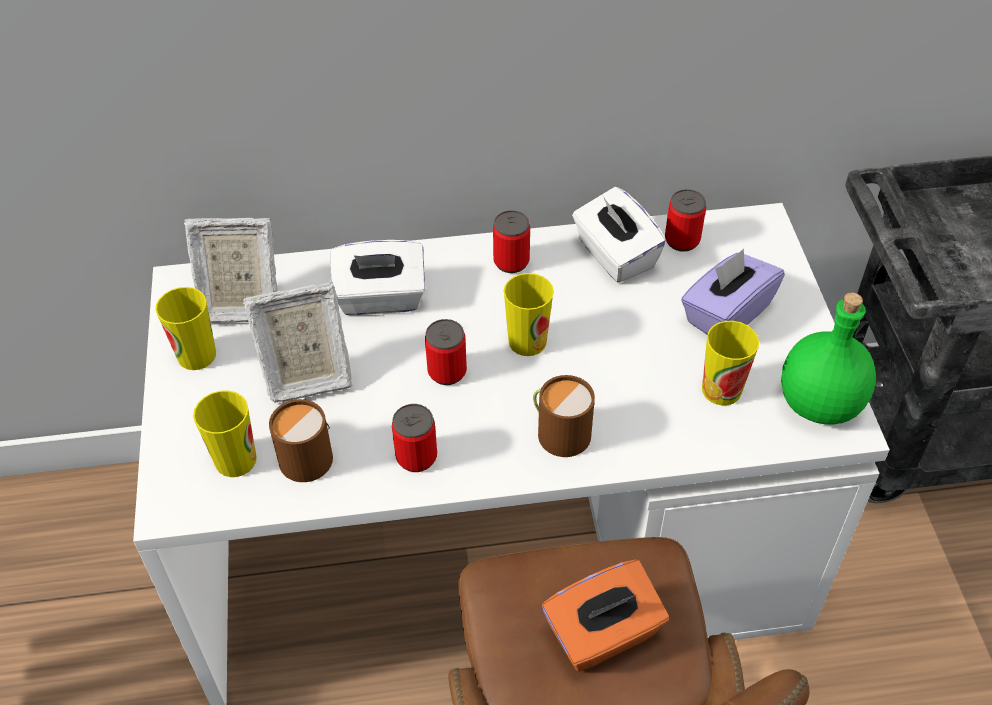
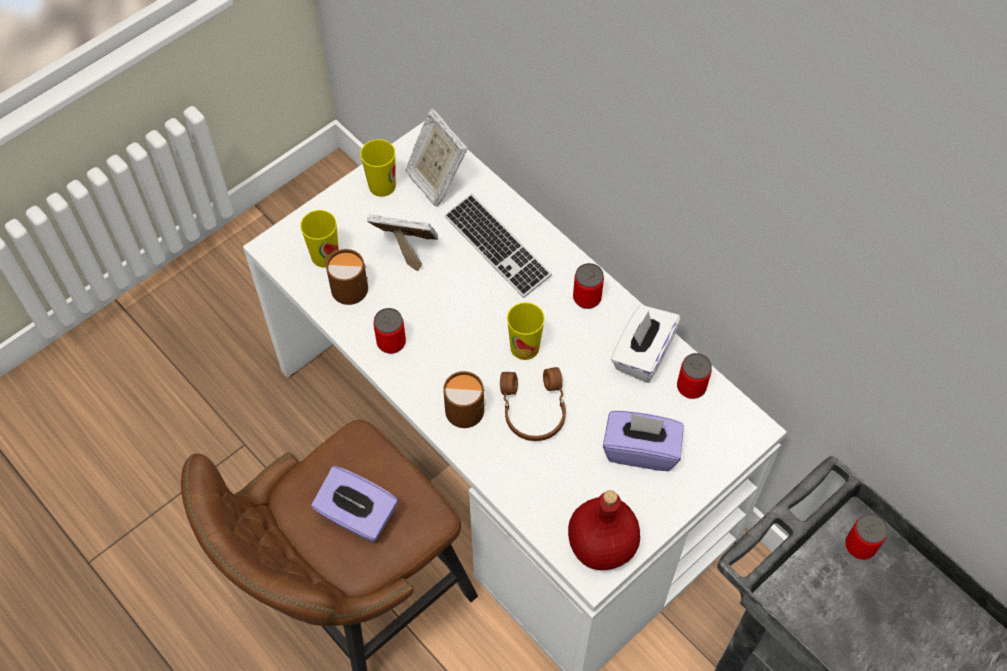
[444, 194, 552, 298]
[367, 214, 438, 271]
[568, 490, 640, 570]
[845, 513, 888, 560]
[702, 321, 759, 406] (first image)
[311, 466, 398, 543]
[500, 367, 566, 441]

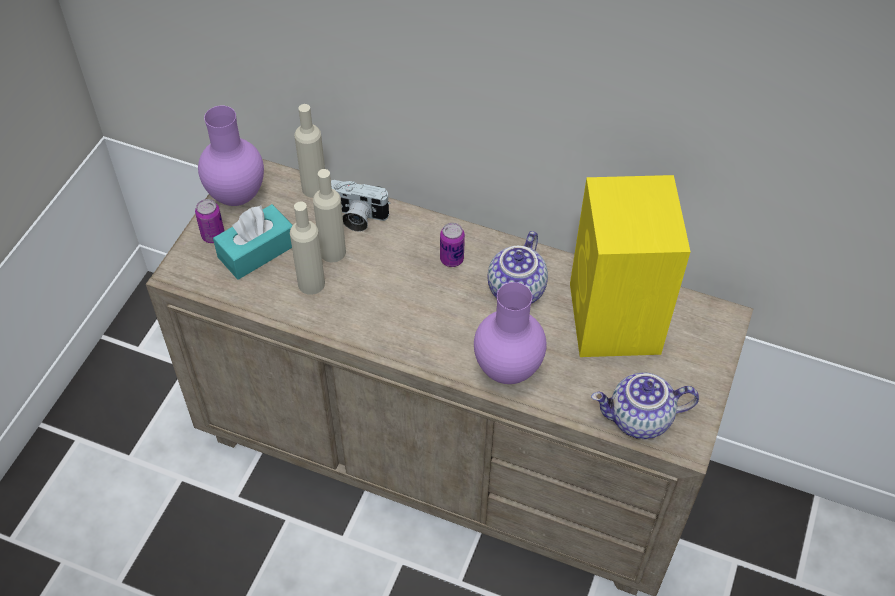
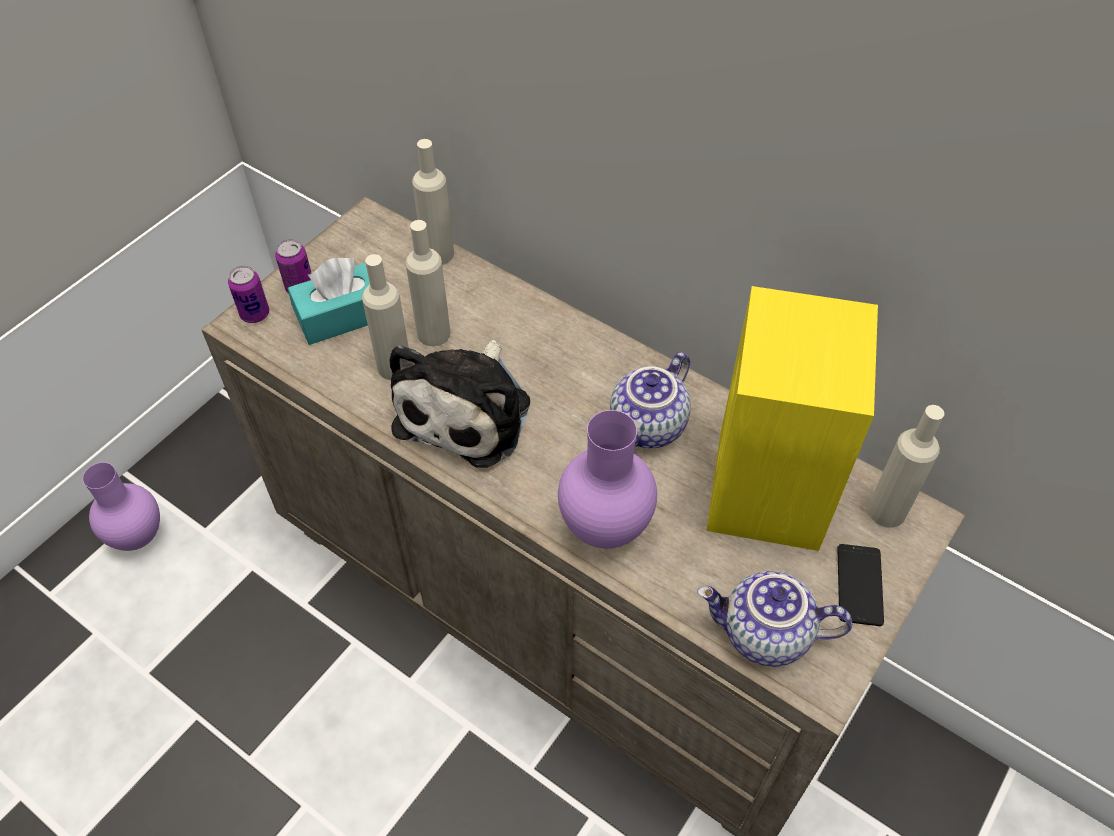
[83, 462, 160, 551]
[331, 180, 390, 232] (first image)
[228, 266, 269, 323]
[389, 340, 530, 468]
[868, 405, 944, 528]
[837, 544, 884, 626]

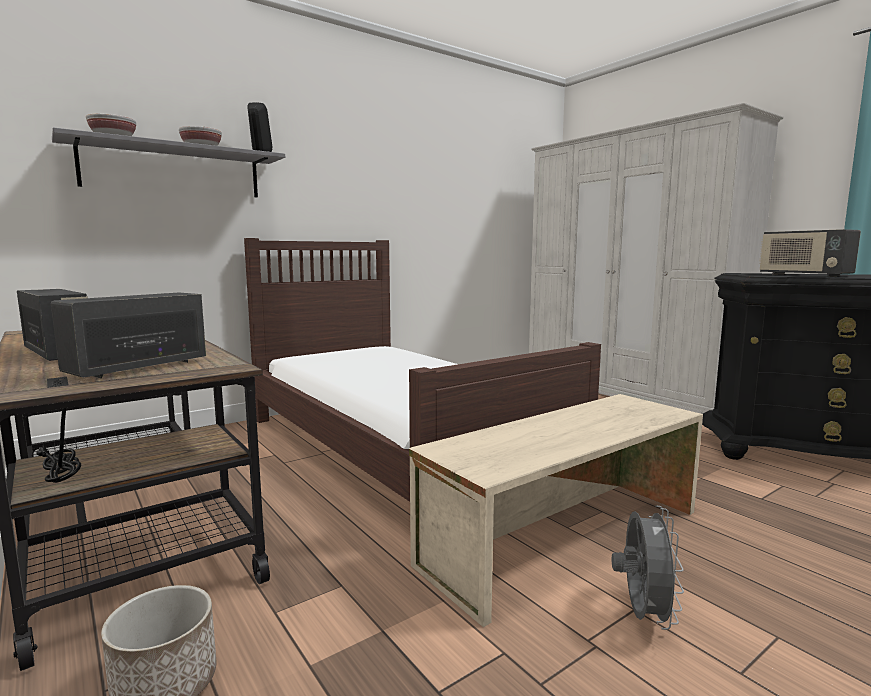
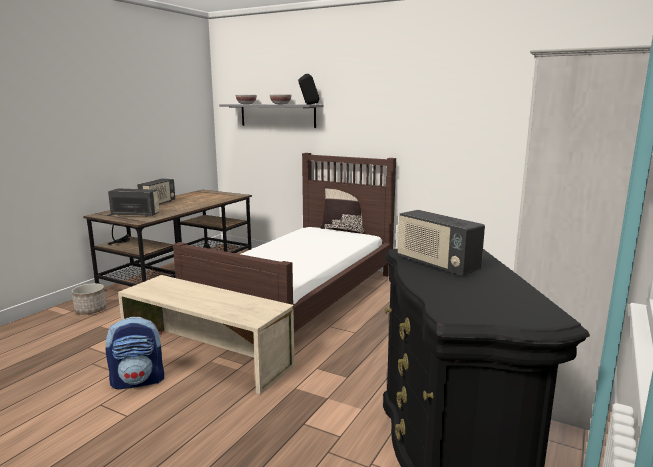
[397, 210, 485, 275]
[106, 317, 164, 389]
[320, 186, 364, 233]

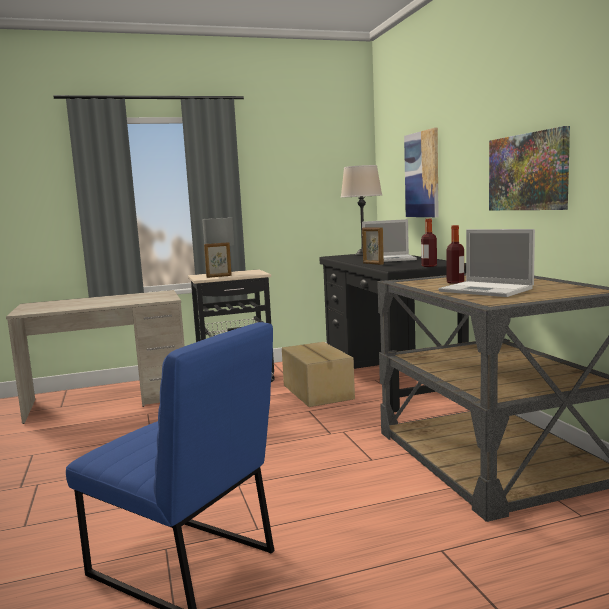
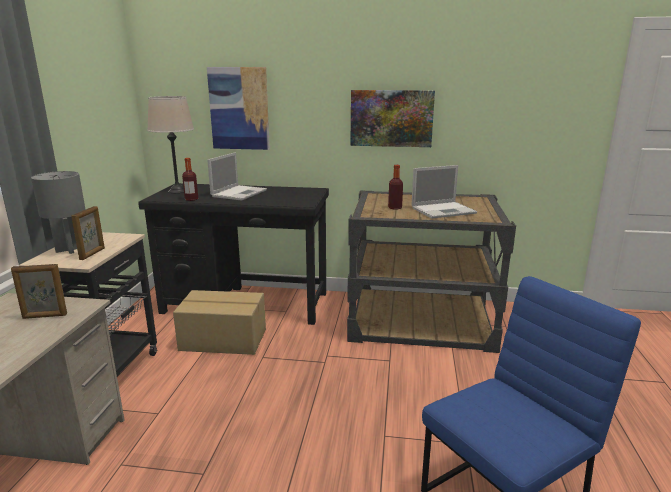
[182, 158, 198, 201]
[11, 264, 67, 319]

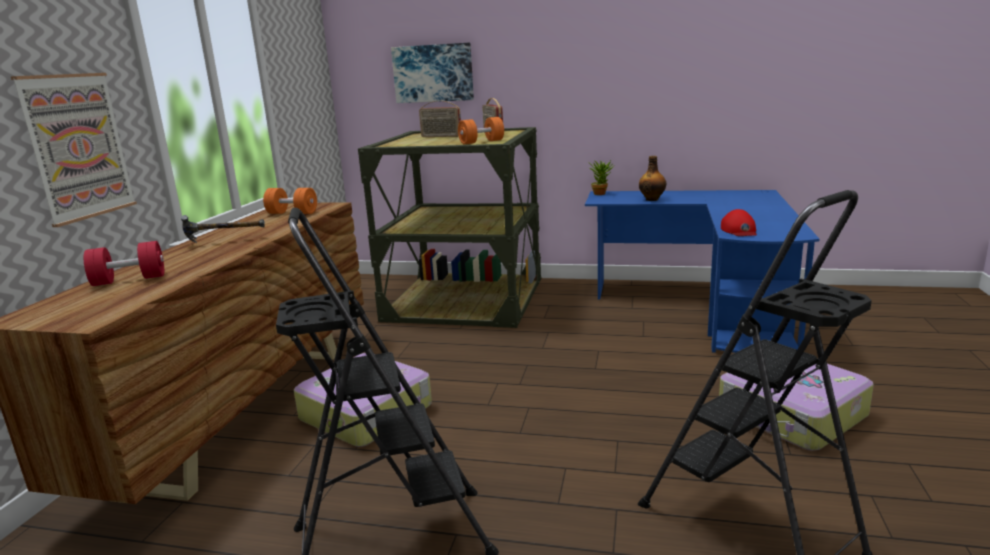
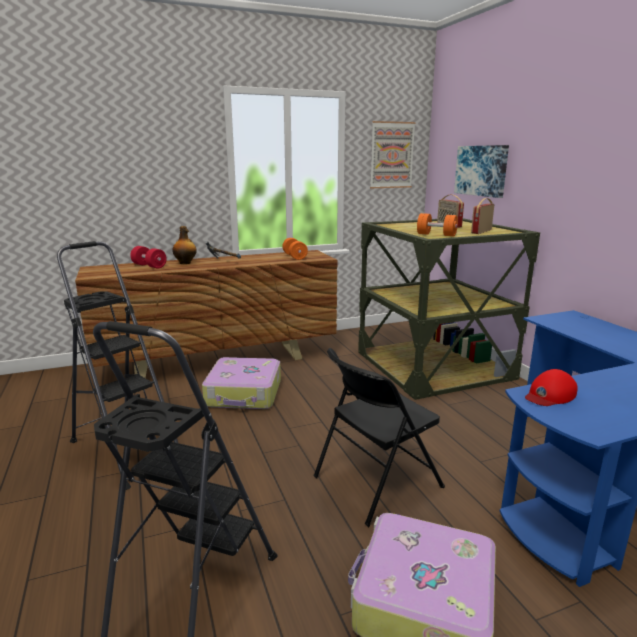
[370, 121, 416, 188]
[172, 226, 197, 264]
[588, 160, 614, 195] (first image)
[313, 348, 445, 527]

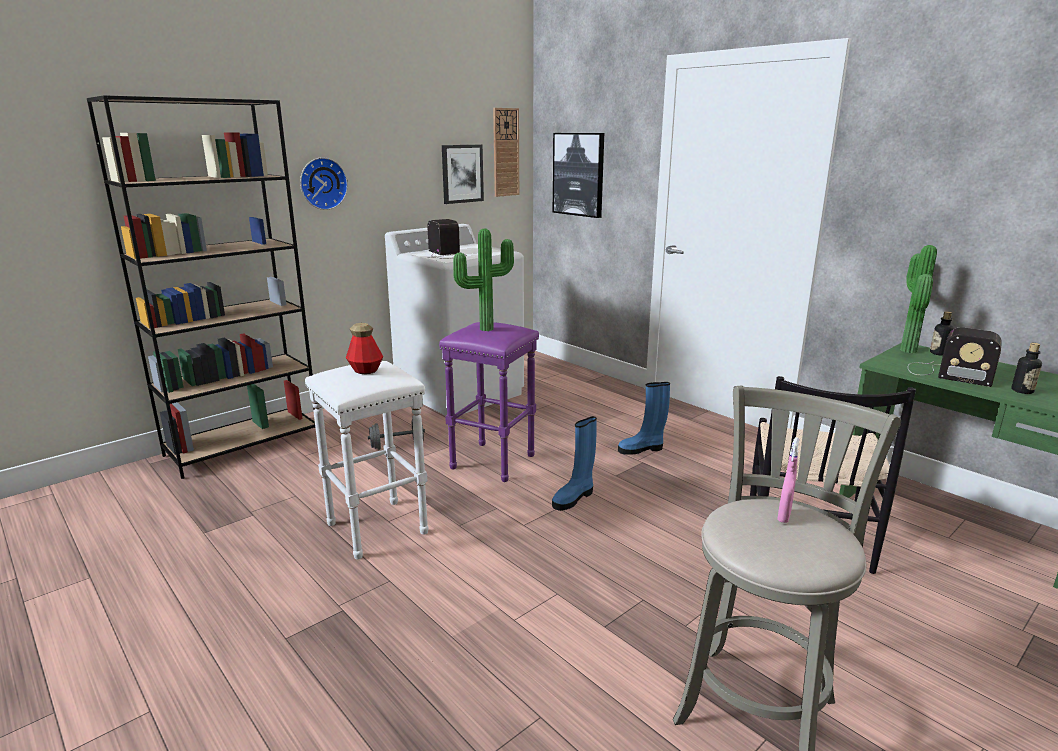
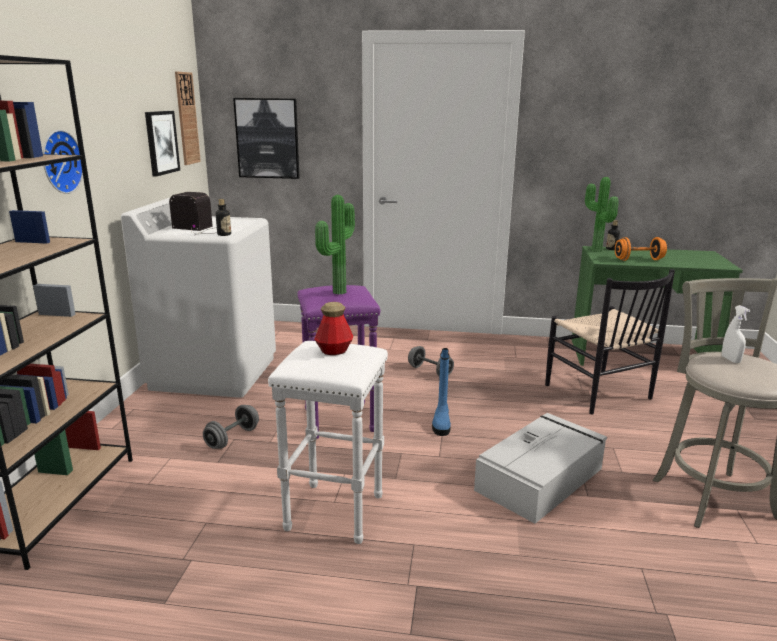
[615, 237, 667, 261]
[216, 199, 231, 236]
[408, 346, 454, 376]
[722, 305, 750, 363]
[474, 413, 607, 524]

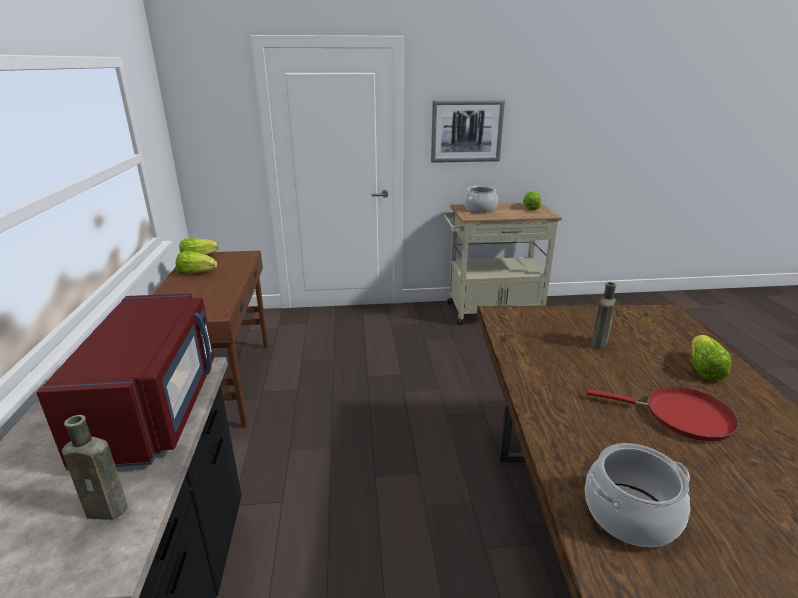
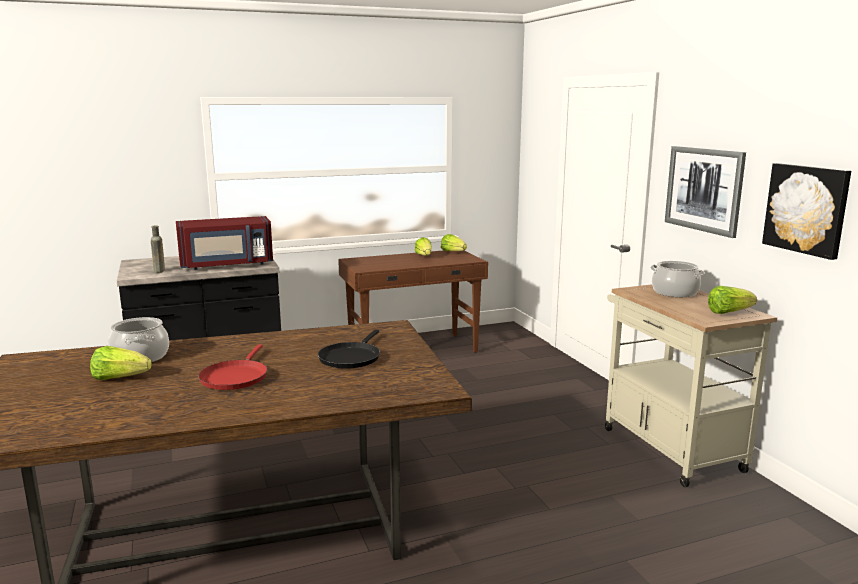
[318, 329, 380, 369]
[90, 346, 152, 380]
[762, 163, 851, 260]

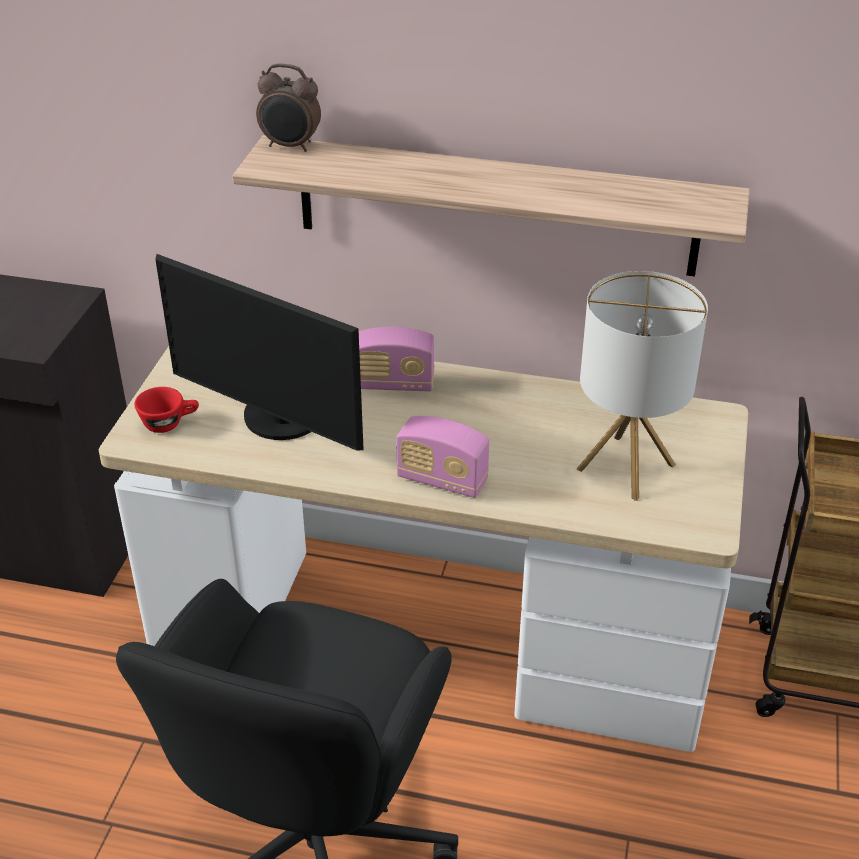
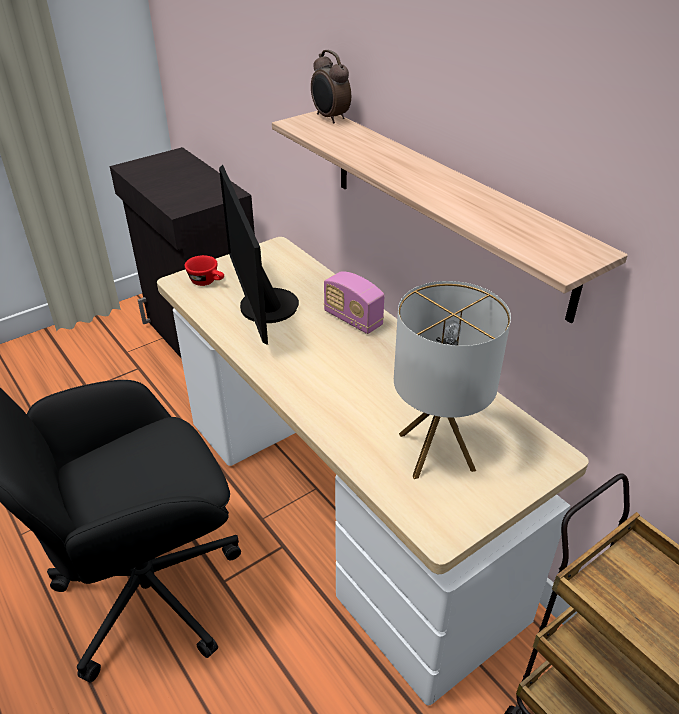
[396, 416, 489, 498] (first image)

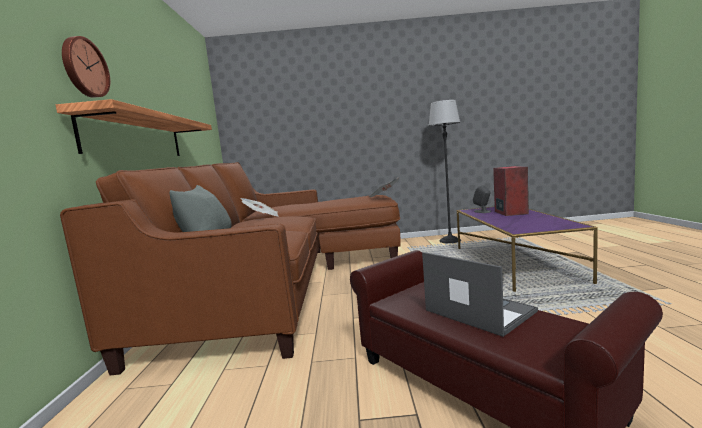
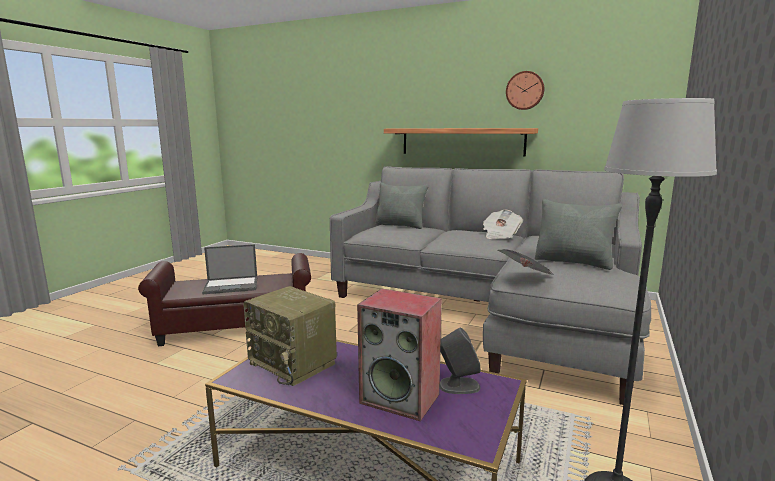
[506, 71, 544, 110]
[330, 166, 651, 405]
[535, 199, 622, 270]
[243, 286, 337, 386]

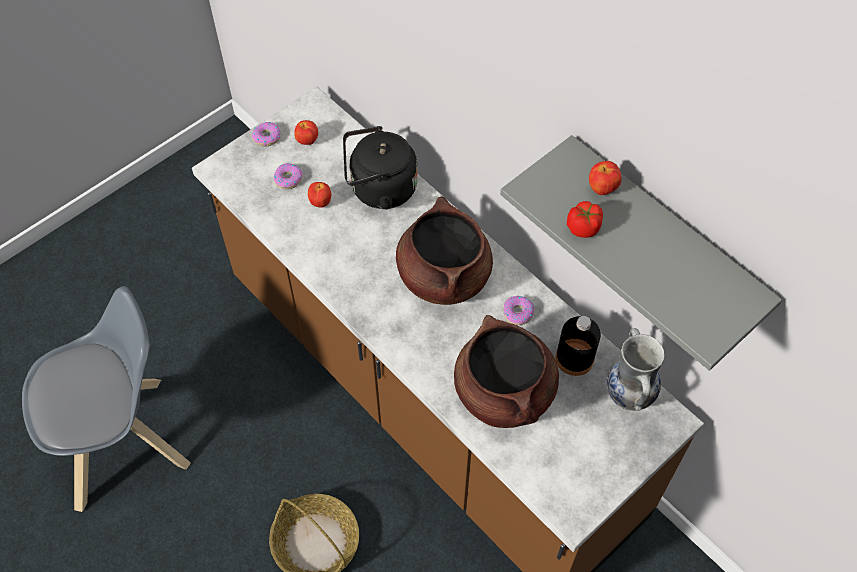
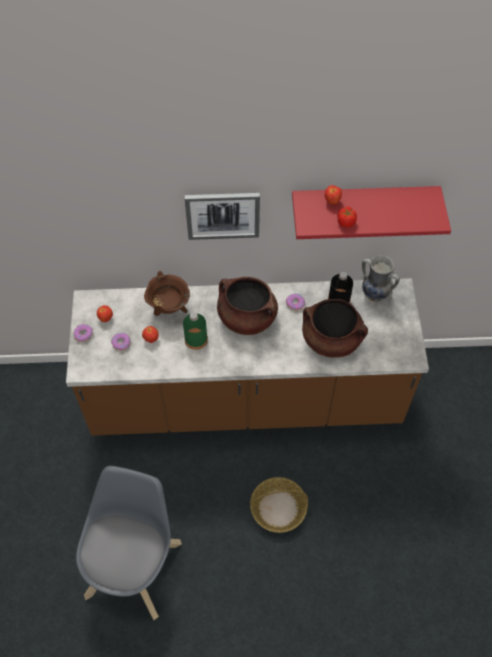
[144, 271, 190, 316]
[292, 186, 451, 239]
[185, 193, 260, 240]
[183, 312, 208, 350]

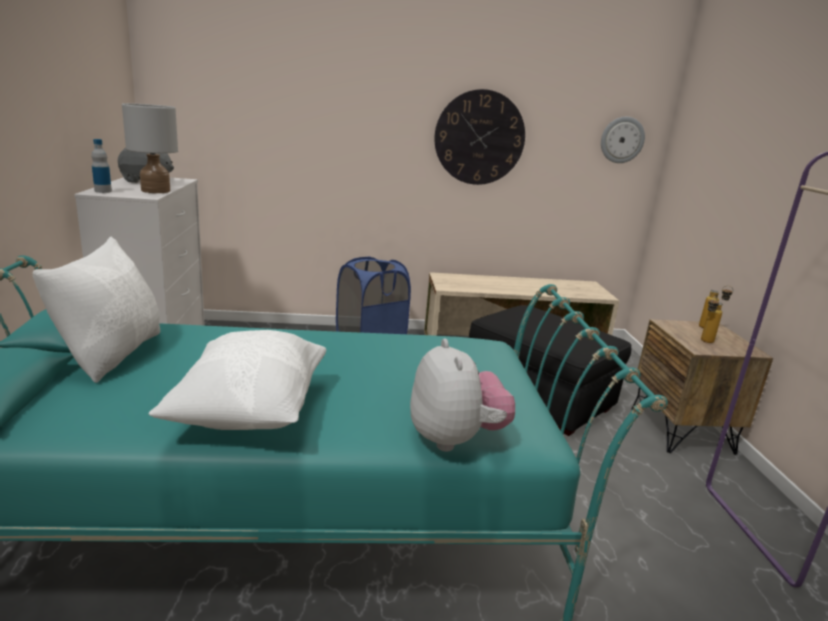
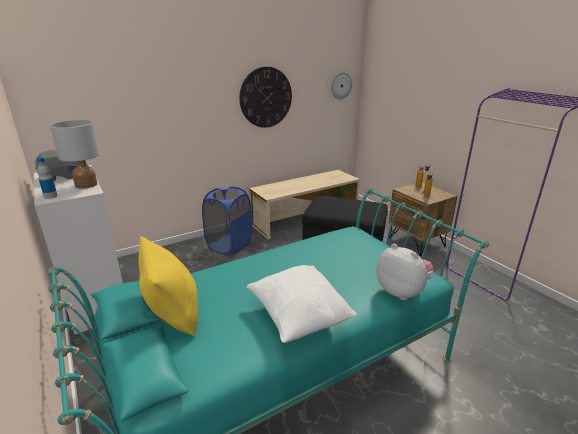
[138, 236, 198, 337]

